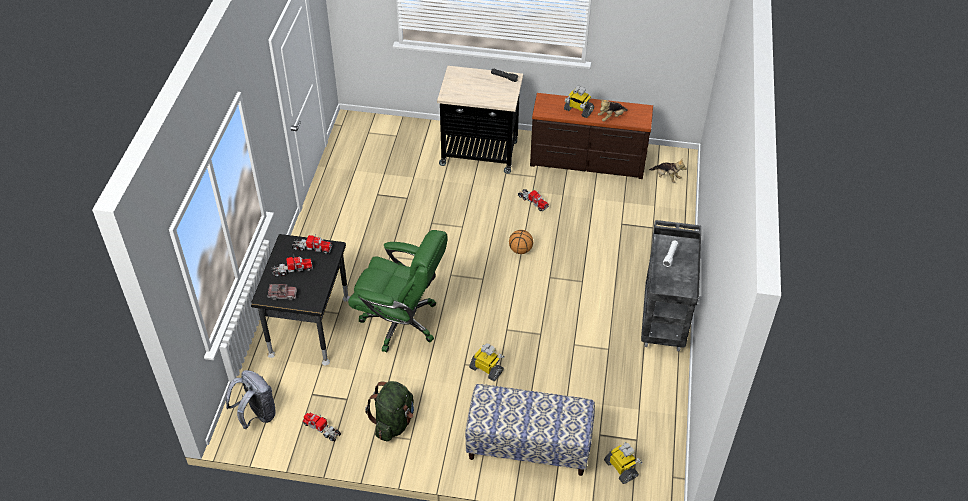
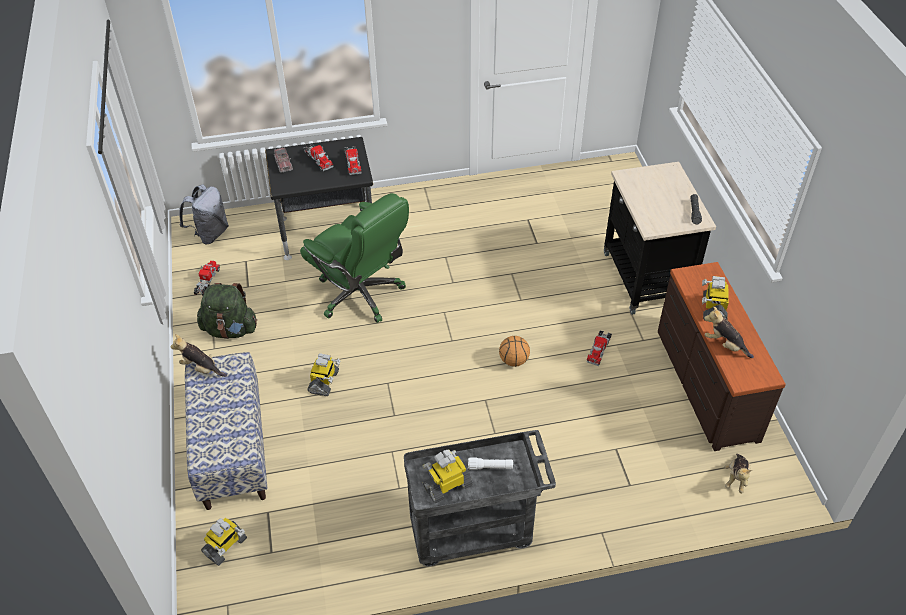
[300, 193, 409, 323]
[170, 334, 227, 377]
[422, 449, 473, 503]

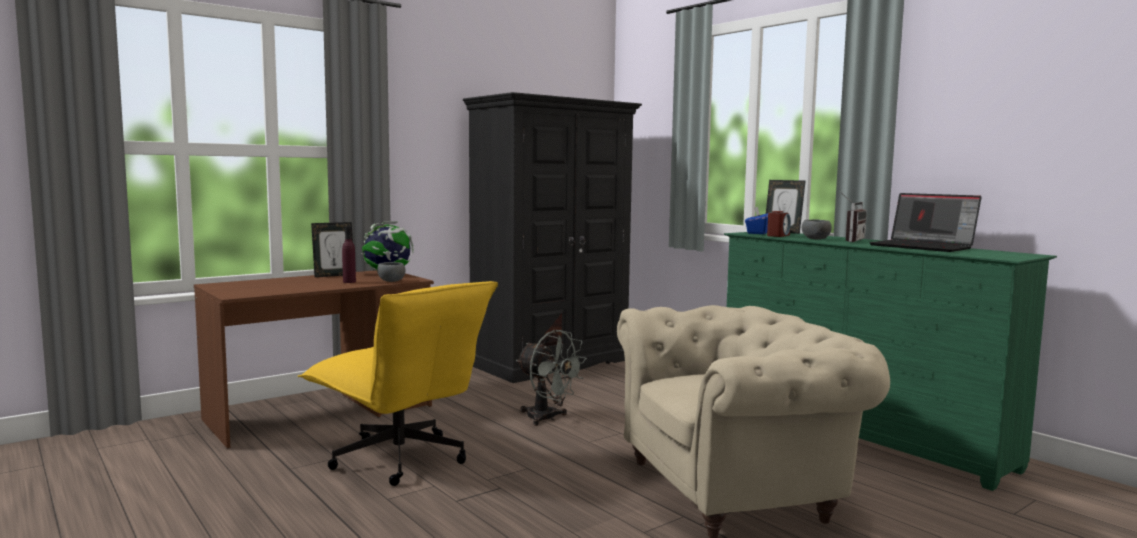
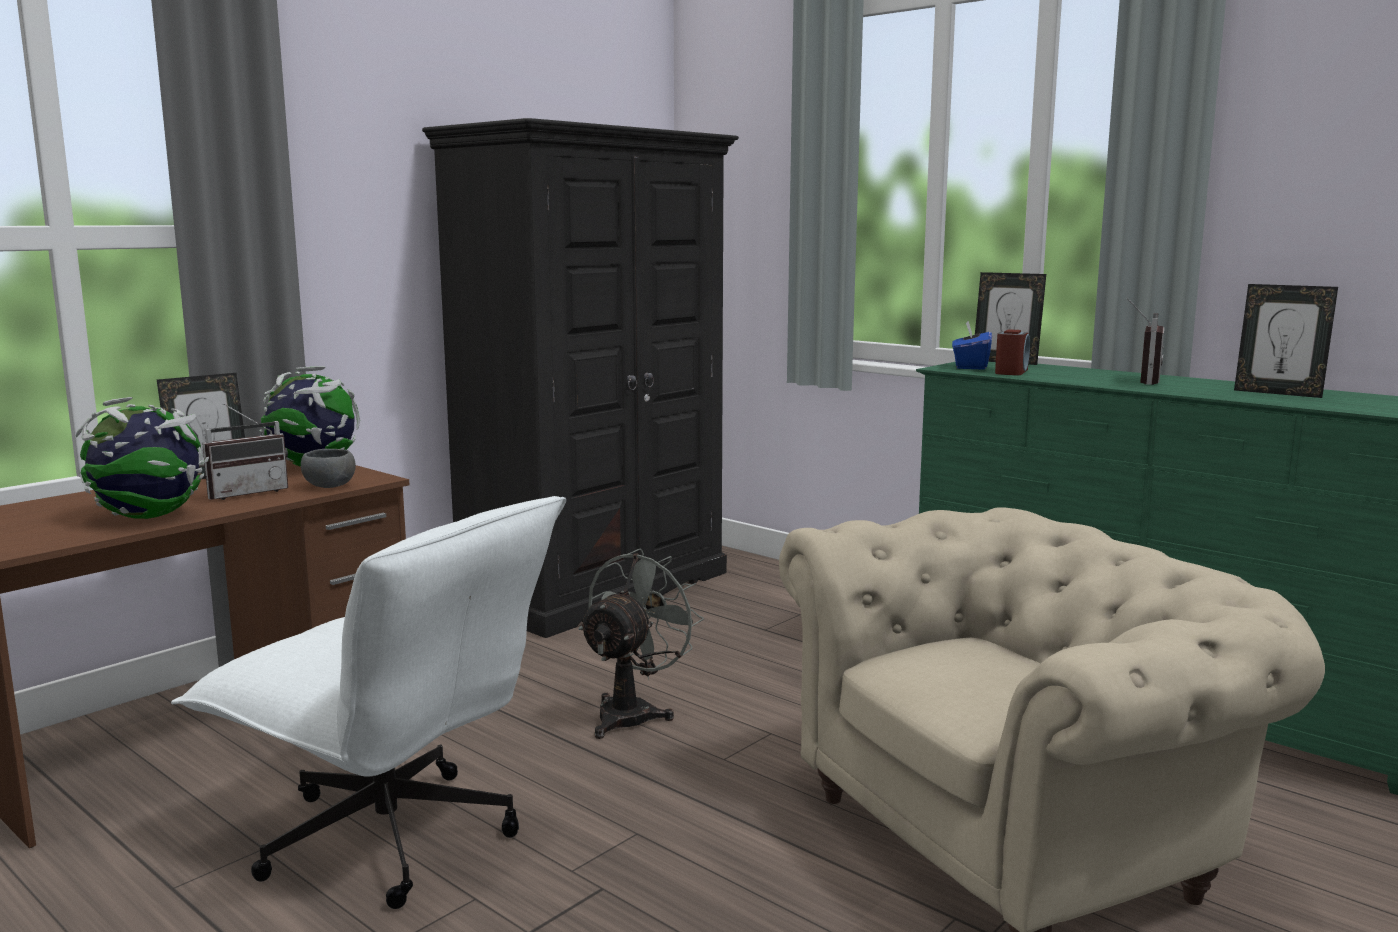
[1234, 284, 1338, 398]
[802, 219, 832, 240] (first image)
[202, 403, 288, 500]
[171, 496, 566, 909]
[578, 549, 704, 739]
[76, 397, 209, 519]

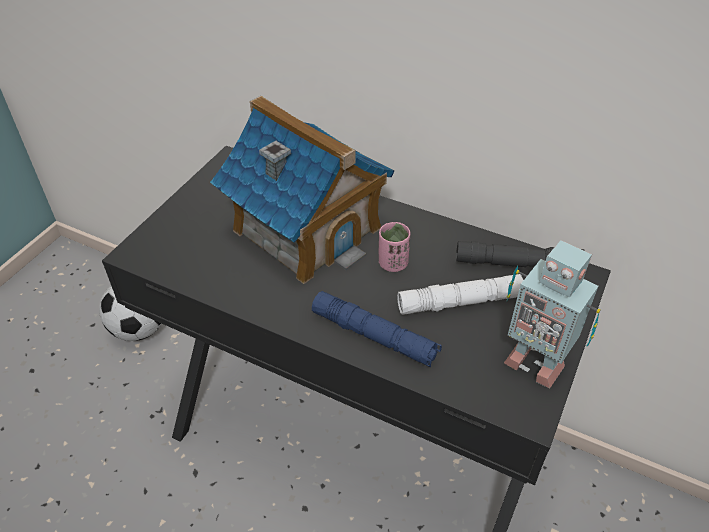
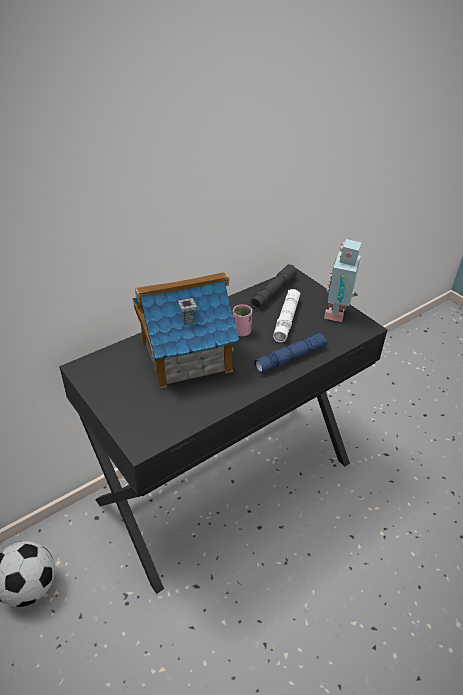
[324, 239, 361, 322]

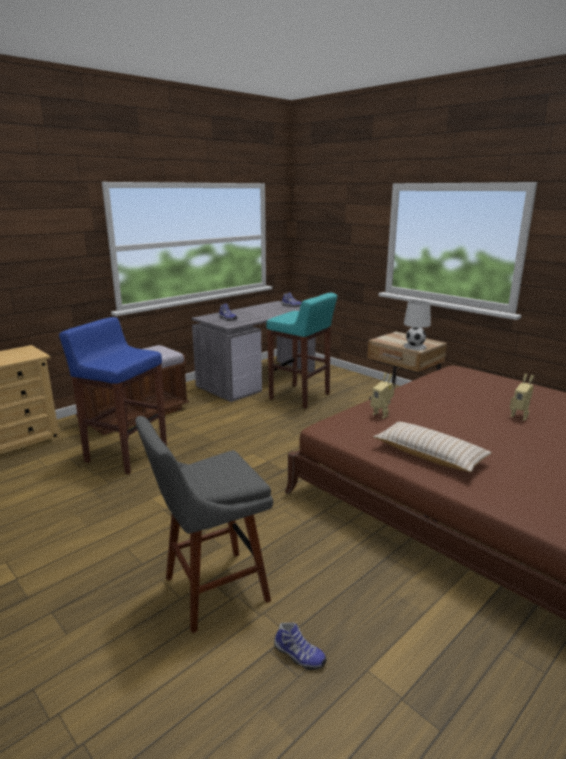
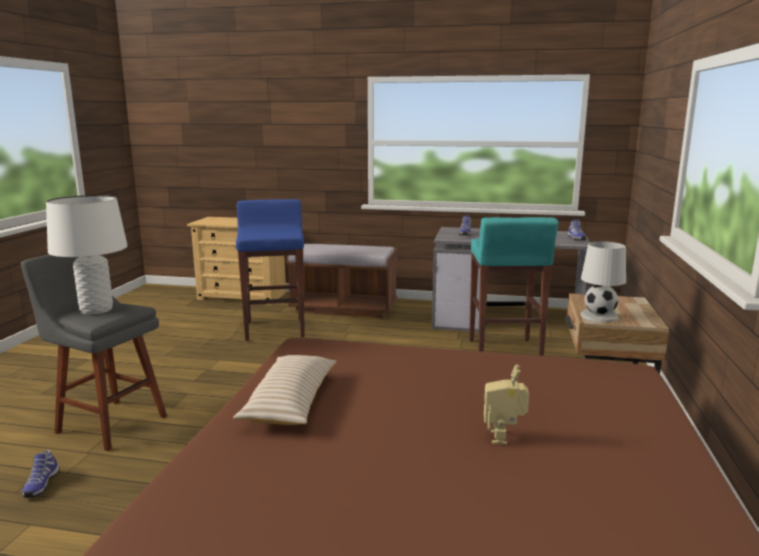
[371, 372, 395, 419] (first image)
[46, 195, 128, 314]

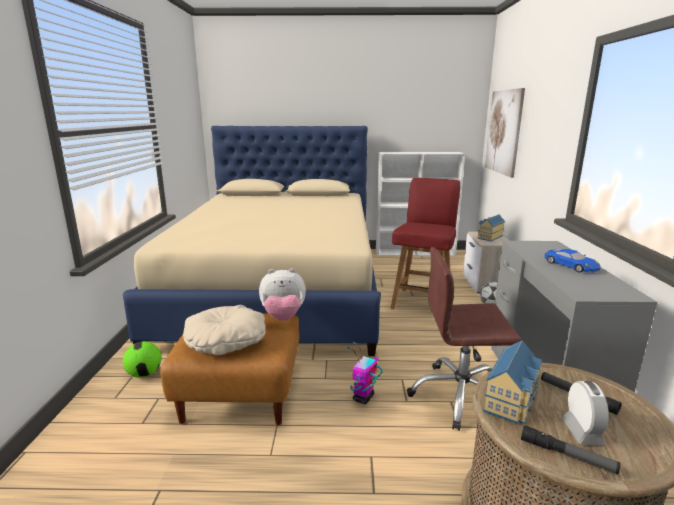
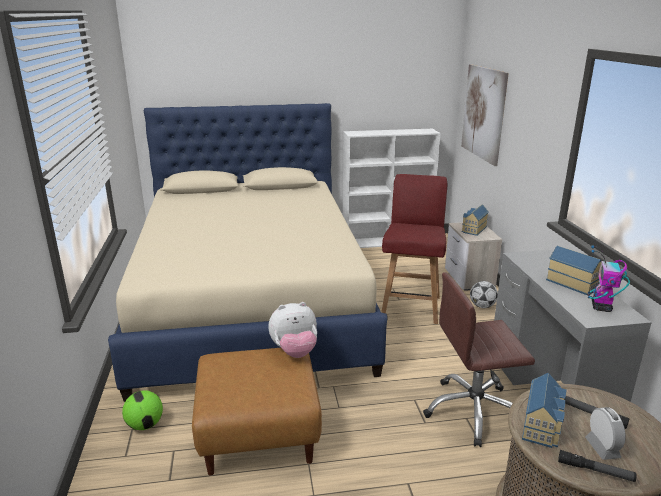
[546, 246, 601, 296]
[183, 305, 266, 355] (first image)
[588, 245, 630, 312]

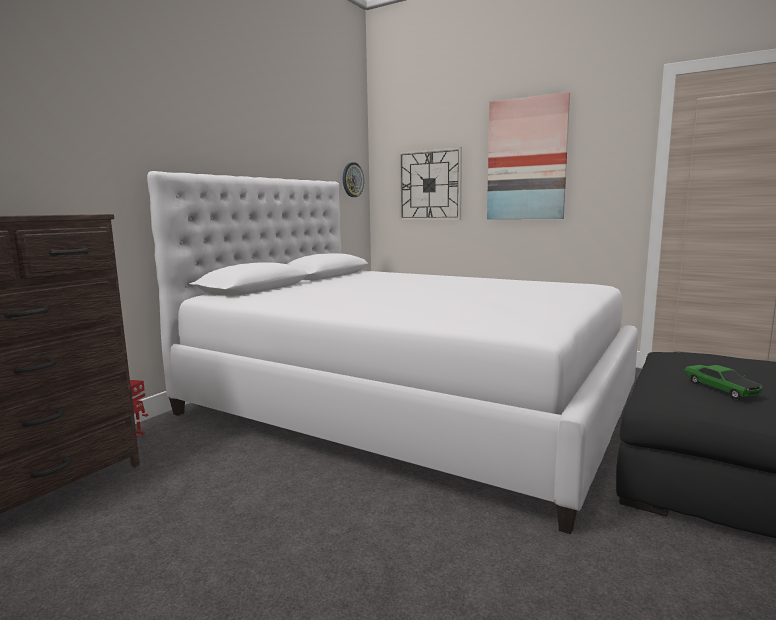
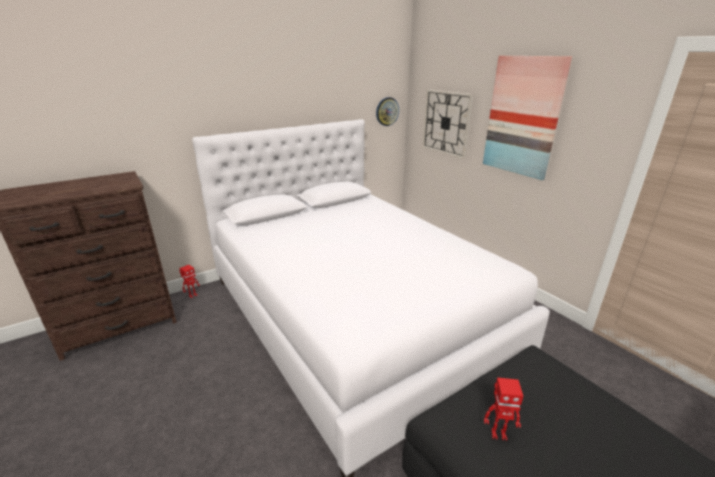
[484, 378, 523, 441]

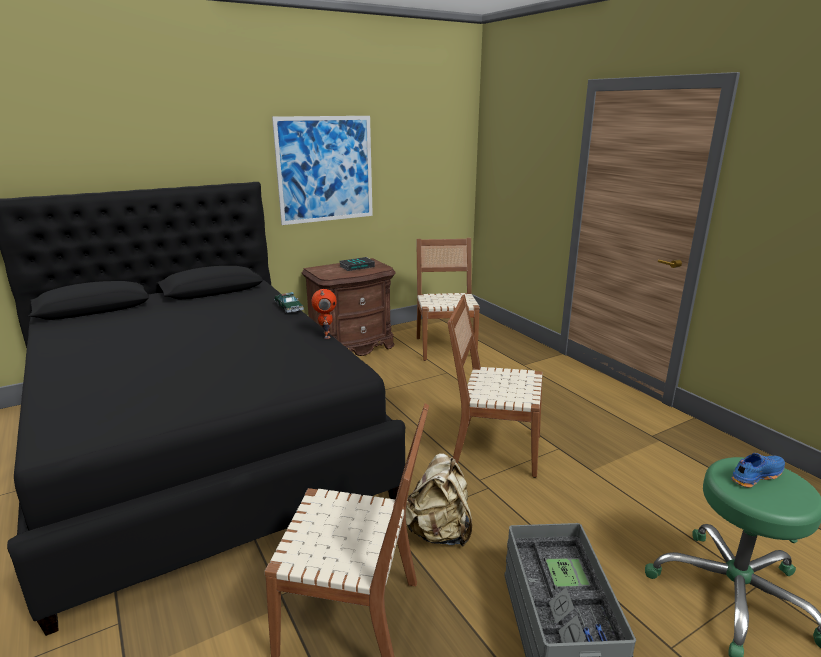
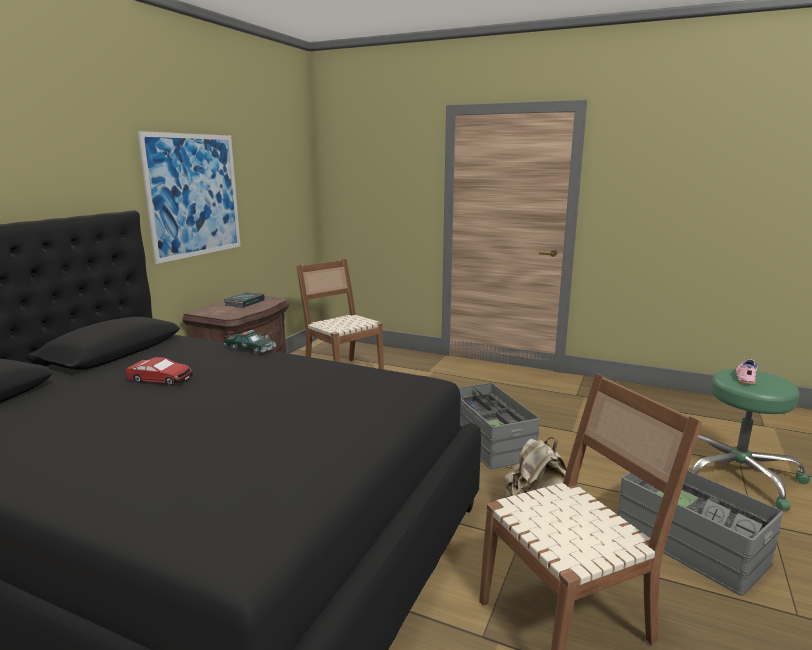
[311, 289, 337, 339] (first image)
[459, 383, 540, 469]
[735, 359, 758, 385]
[126, 357, 193, 386]

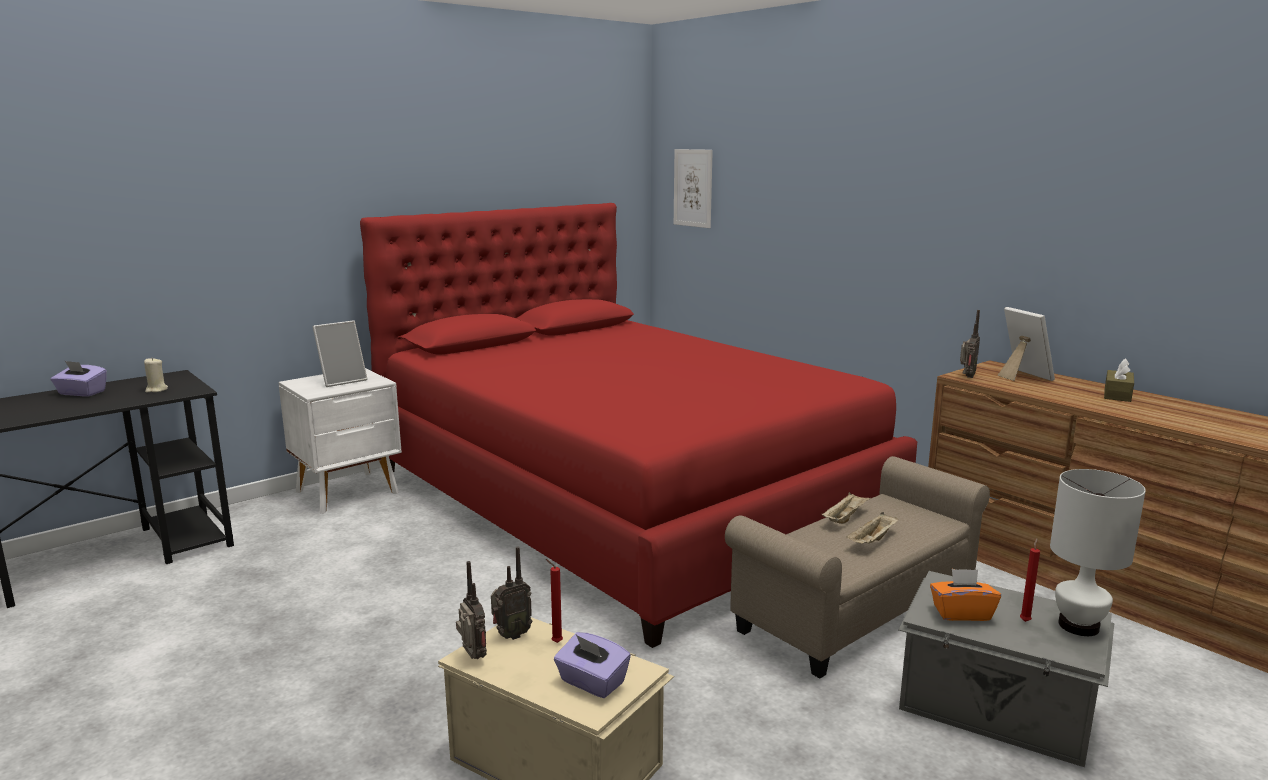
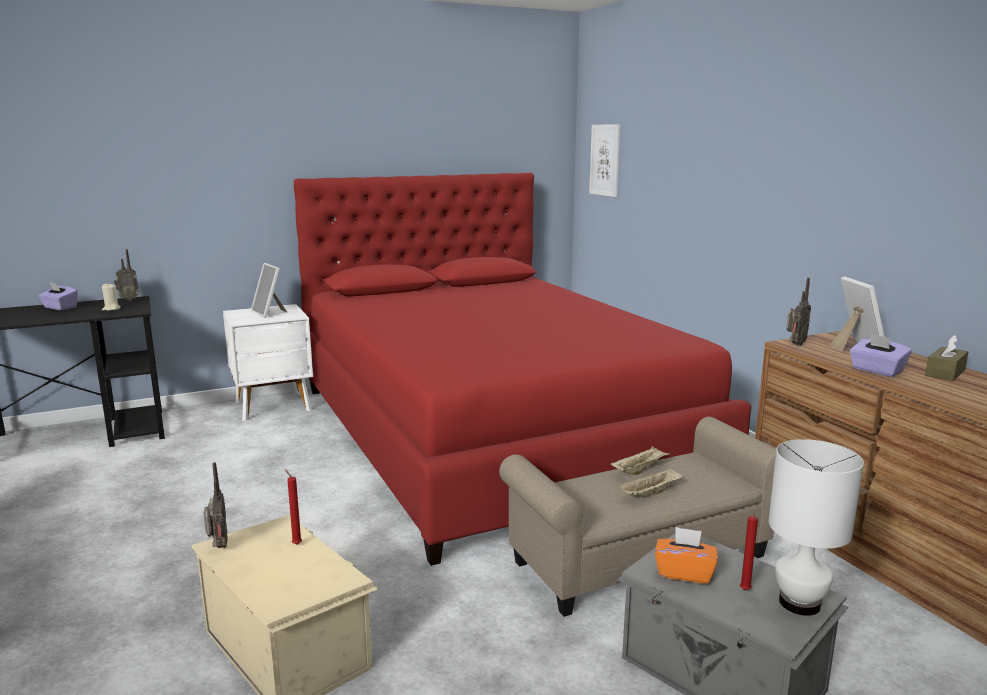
[251, 263, 287, 318]
[114, 249, 139, 300]
[850, 333, 912, 377]

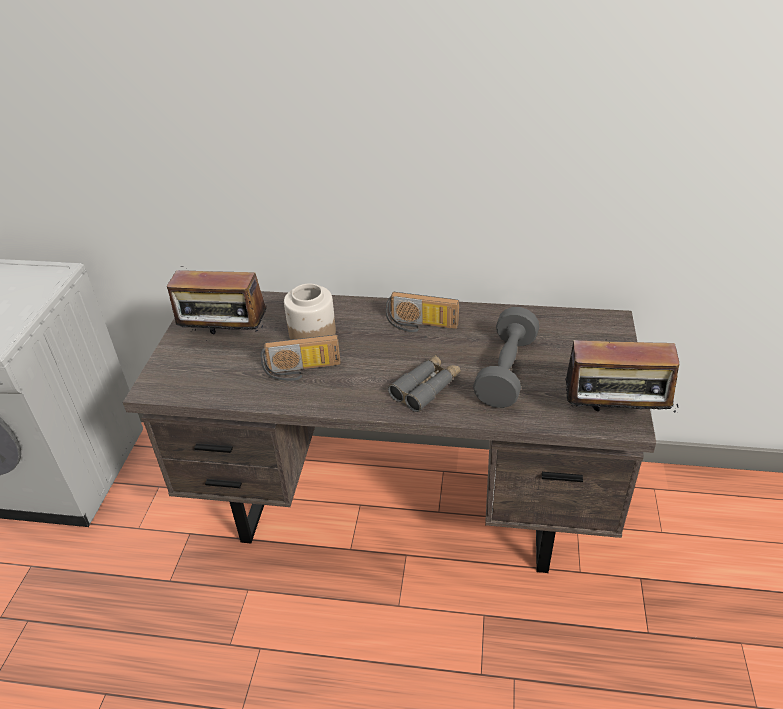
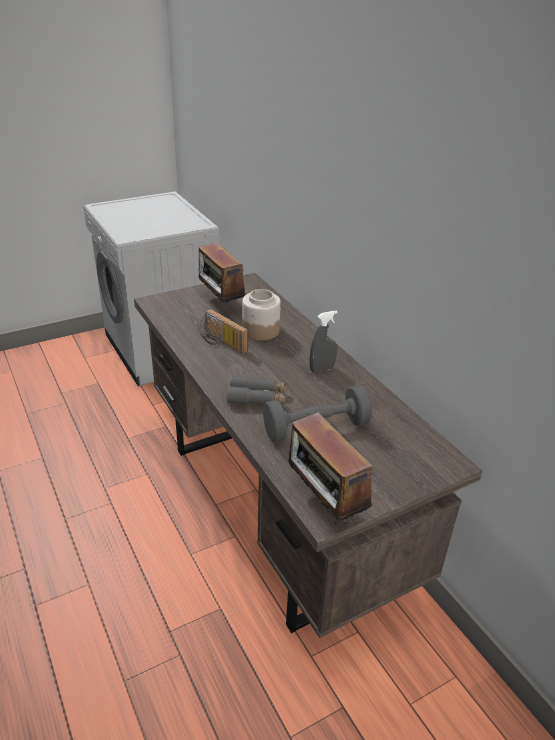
[309, 311, 338, 372]

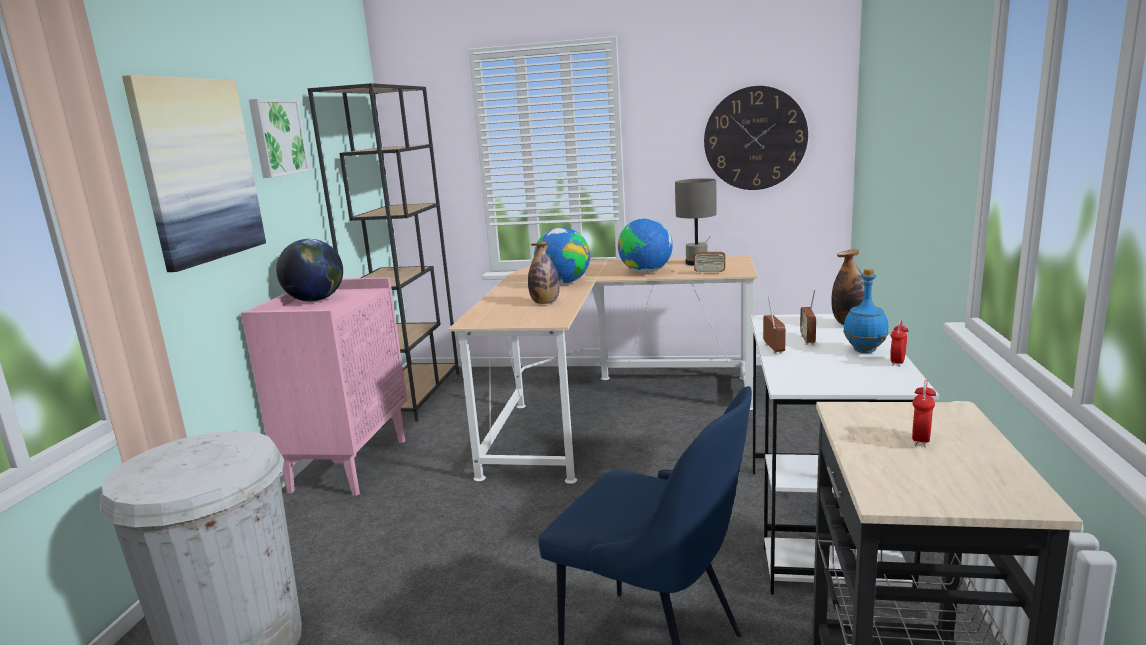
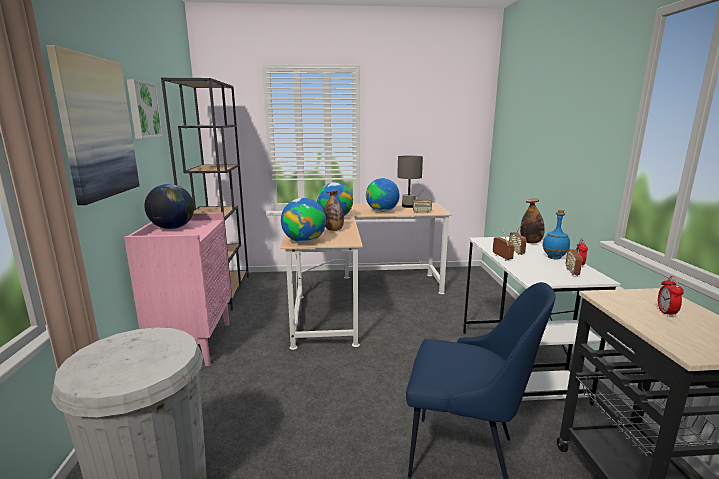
[704, 86, 808, 190] (first image)
[281, 198, 326, 243]
[566, 238, 582, 276]

